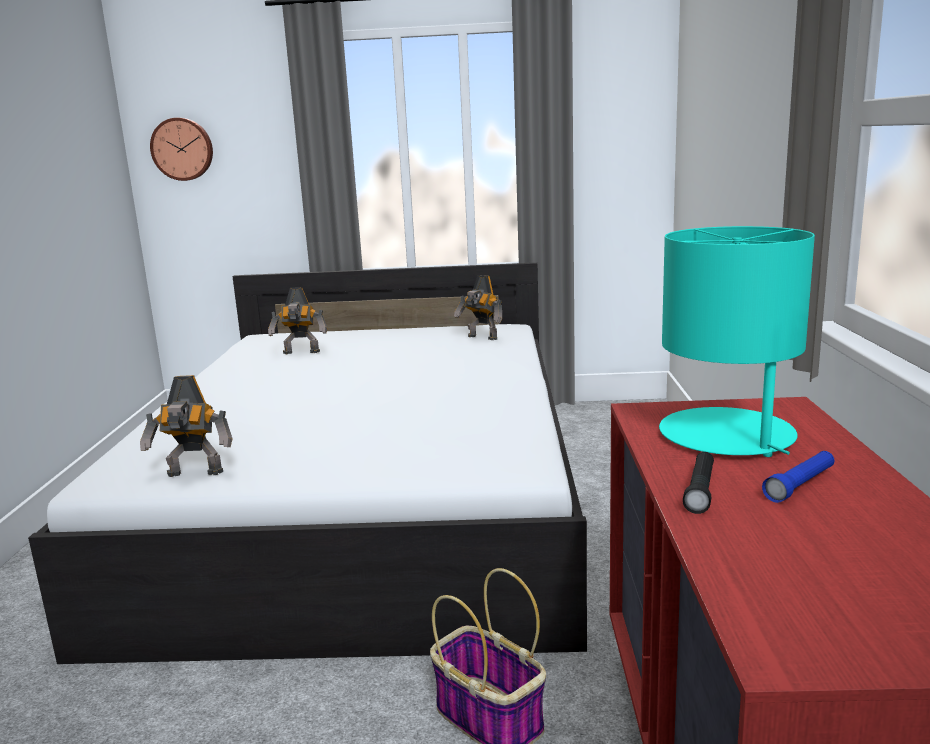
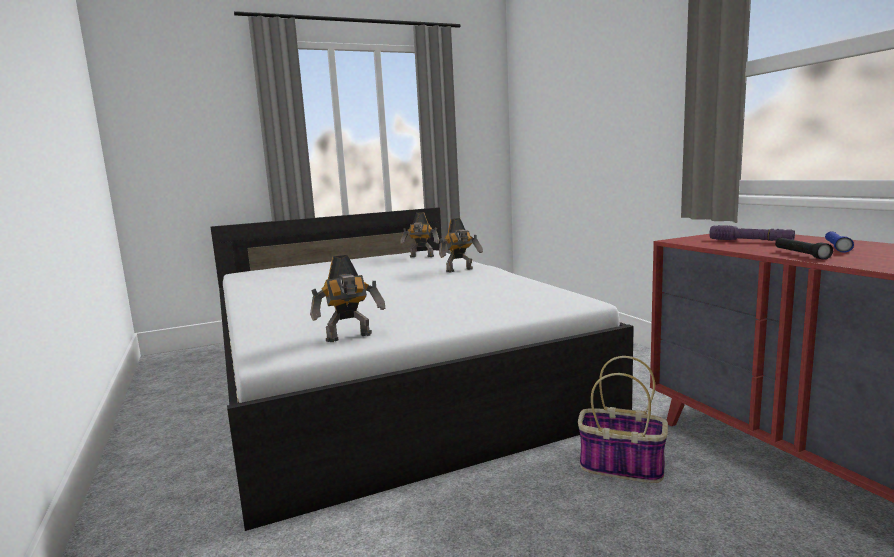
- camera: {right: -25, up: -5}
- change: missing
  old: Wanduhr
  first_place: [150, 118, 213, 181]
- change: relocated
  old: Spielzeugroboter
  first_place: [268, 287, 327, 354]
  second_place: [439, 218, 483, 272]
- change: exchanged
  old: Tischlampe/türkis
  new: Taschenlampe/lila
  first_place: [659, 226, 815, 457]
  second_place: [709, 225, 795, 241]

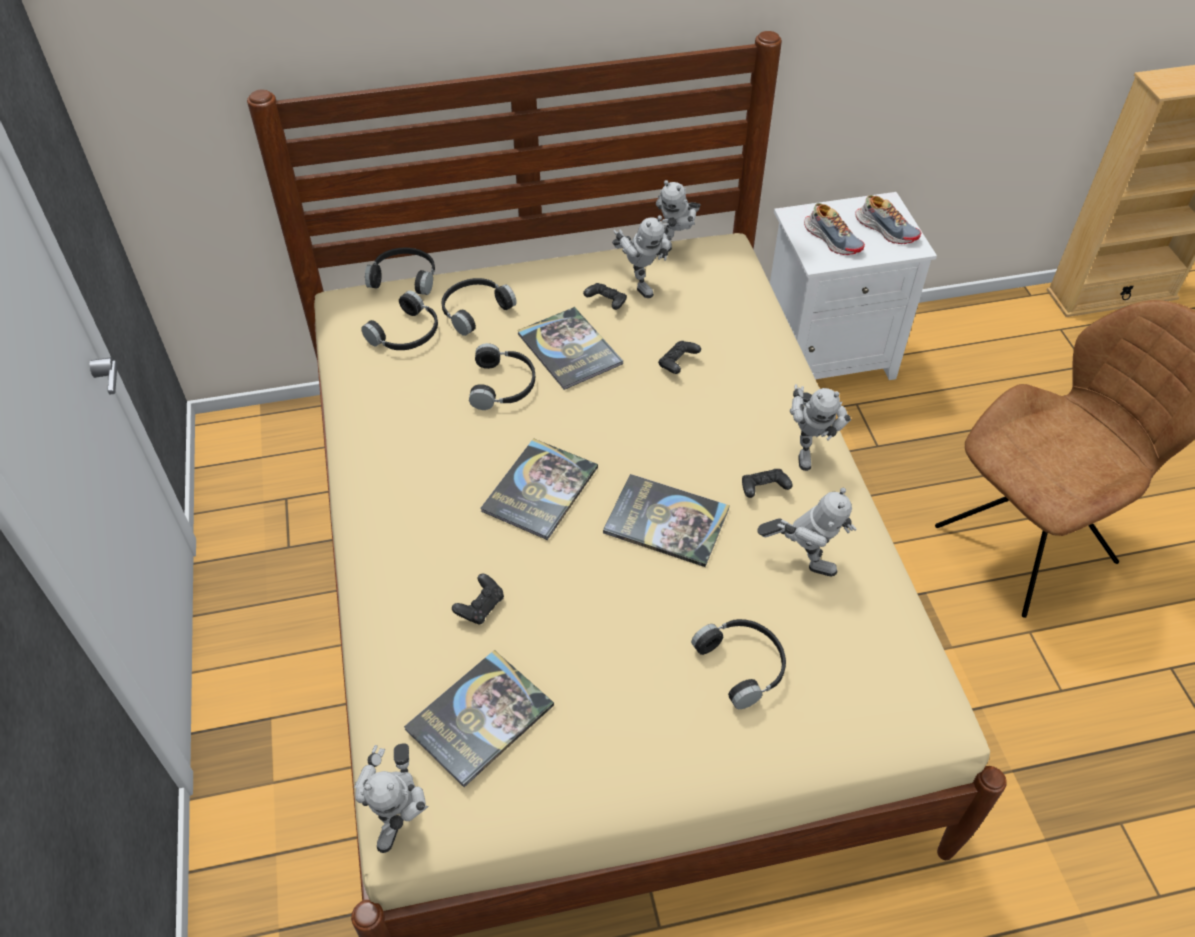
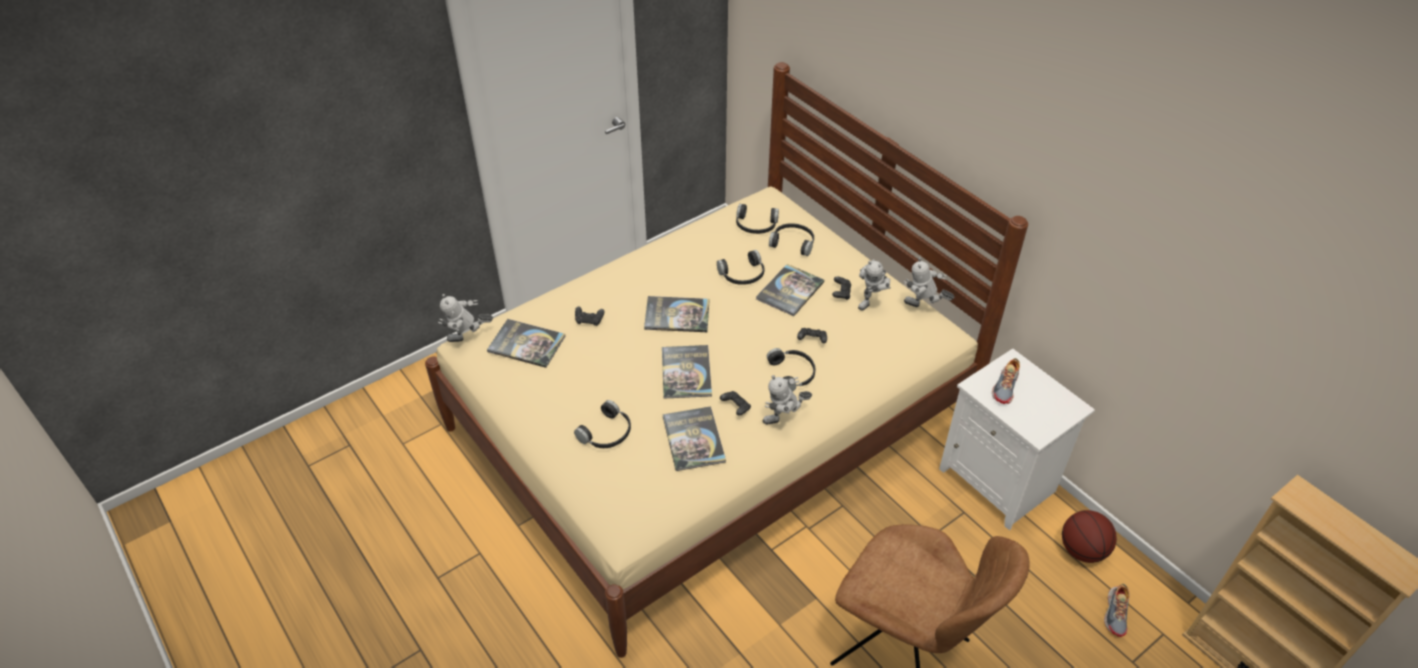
- camera: {right: 65, up: -5}
- change: appeared
  new: Basketball
  second_place: [1062, 510, 1117, 563]
- change: relocated
  old: Kopfhörer/schwarz
  first_place: [365, 248, 435, 295]
  second_place: [767, 348, 815, 392]
- change: relocated
  old: Schuh
  first_place: [855, 195, 921, 244]
  second_place: [1104, 584, 1130, 637]
- change: exchanged
  old: Spielzeugroboter
  new: Buch
  first_place: [757, 488, 857, 576]
  second_place: [663, 406, 726, 471]

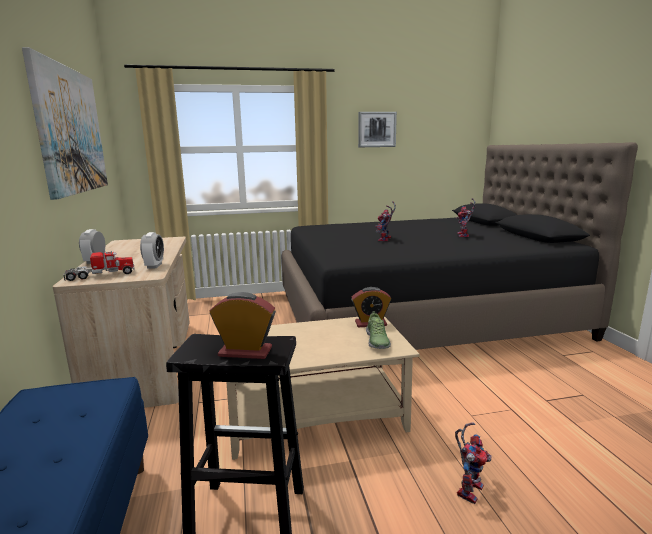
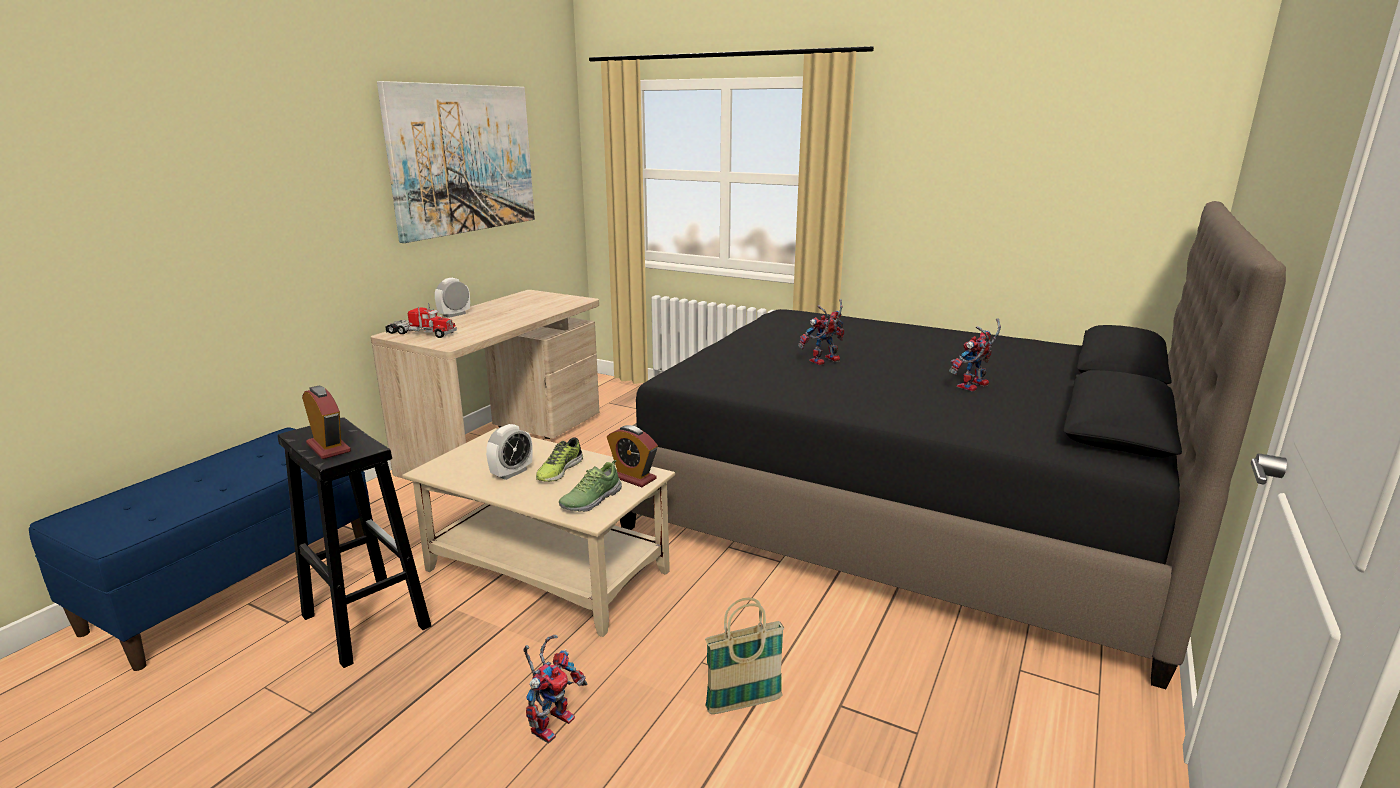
- camera: {right: 40, up: 5}
- change: missing
  old: Bild
  first_place: [358, 112, 397, 147]
- change: appeared
  new: Schuh
  second_place: [536, 438, 583, 482]
- change: appeared
  new: Korb
  second_place: [705, 598, 784, 714]
- change: relocated
  old: Wecker
  first_place: [140, 232, 164, 269]
  second_place: [486, 424, 533, 480]
- change: spun
  old: Spielzeugroboter
  first_place: [455, 422, 491, 504]
  second_place: [523, 635, 587, 743]
  degrees: -45

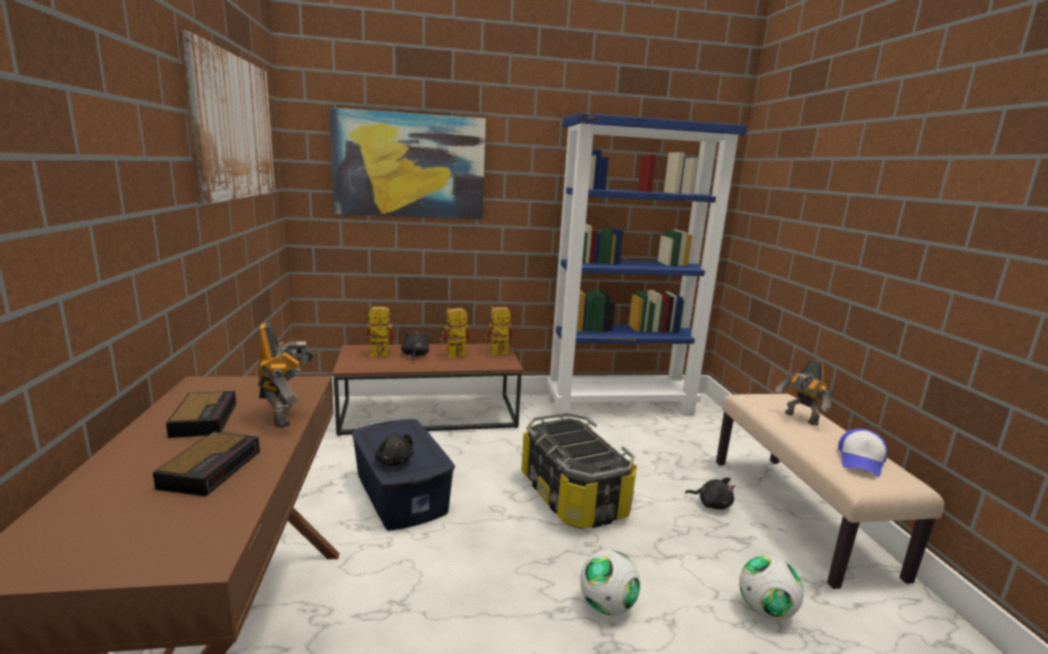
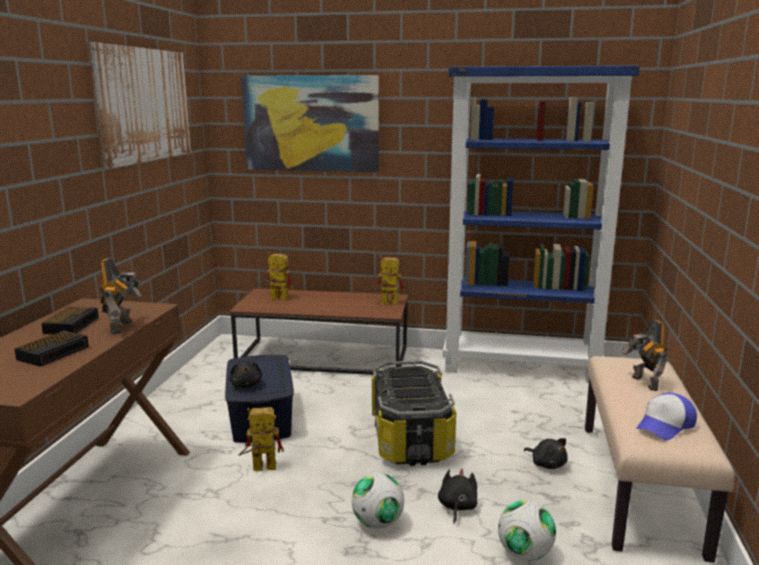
- camera: {right: 20, up: 0}
- change: relocated
  old: Plüschtier/schwarz
  first_place: [401, 330, 429, 361]
  second_place: [438, 469, 477, 524]
- change: relocated
  old: Spielzeugroboter
  first_place: [440, 307, 470, 358]
  second_place: [238, 407, 284, 471]

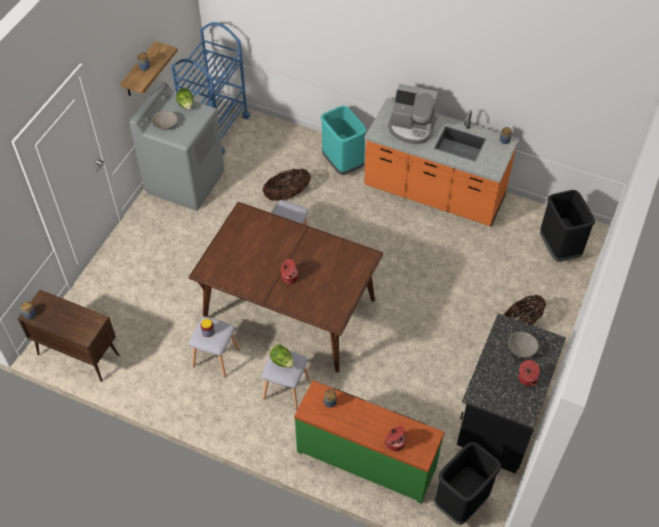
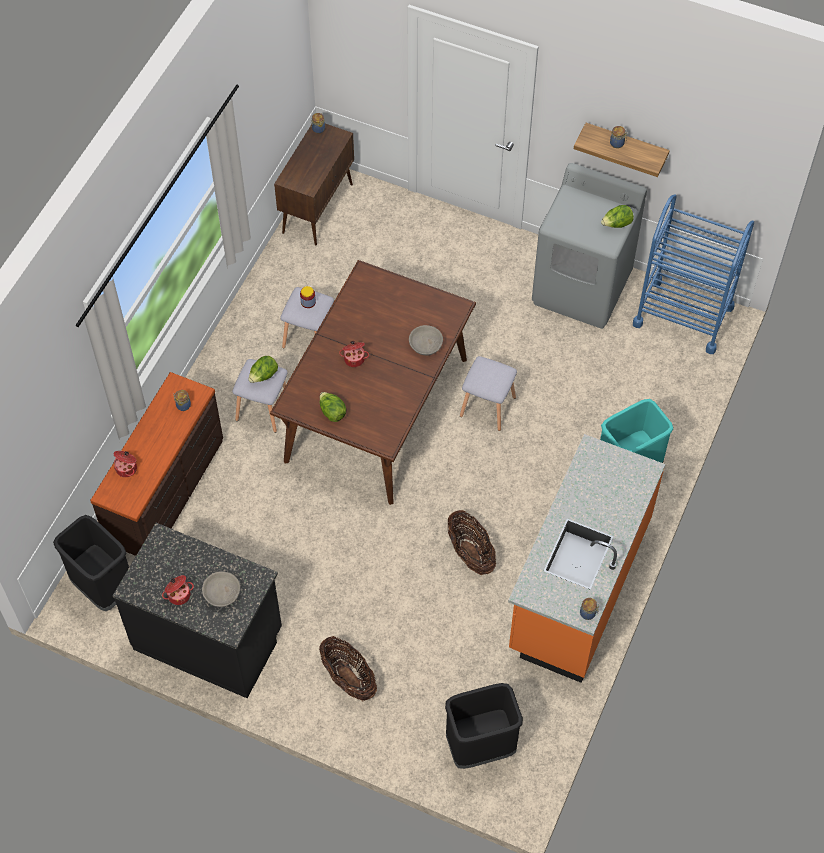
- camera: {right: 90, up: 5}
- change: missing
  old: Kaffeemaschine
  first_place: [388, 84, 438, 144]
- change: appeared
  new: Salatkopf
  second_place: [320, 392, 346, 422]
- change: relocated
  old: Schüssel/grau
  first_place: [152, 111, 178, 130]
  second_place: [409, 325, 443, 355]
- change: relocated
  old: Korb
  first_place: [263, 169, 311, 201]
  second_place: [448, 510, 496, 575]
- change: colour
  old: Kommode/grün
  new: Kommode/braun
  first_place: [294, 380, 445, 504]
  second_place: [90, 372, 223, 556]

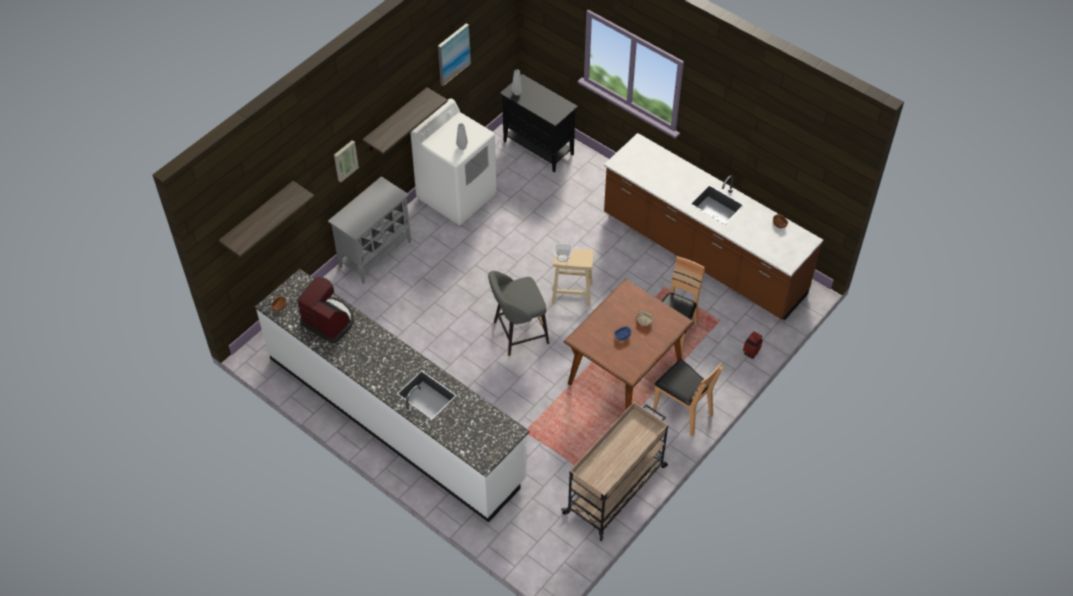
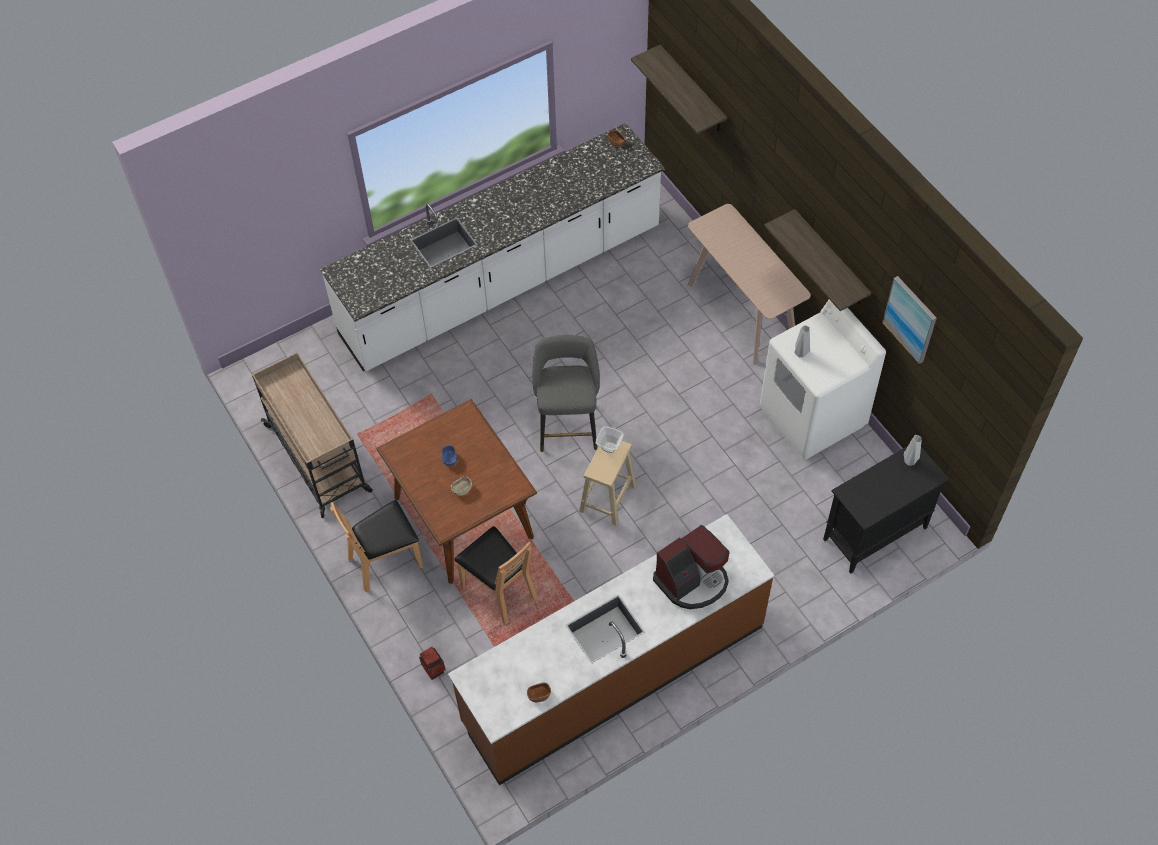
- camera: {right: 110, up: 5}
- change: missing
  old: Bild
  first_place: [334, 140, 359, 182]
- change: relocated
  old: Kaffeemaschine
  first_place: [297, 277, 354, 344]
  second_place: [653, 525, 729, 609]
- change: exchanged
  old: Schrank/grau
  new: Konsolentisch/beige
  first_place: [328, 176, 411, 284]
  second_place: [688, 204, 811, 365]

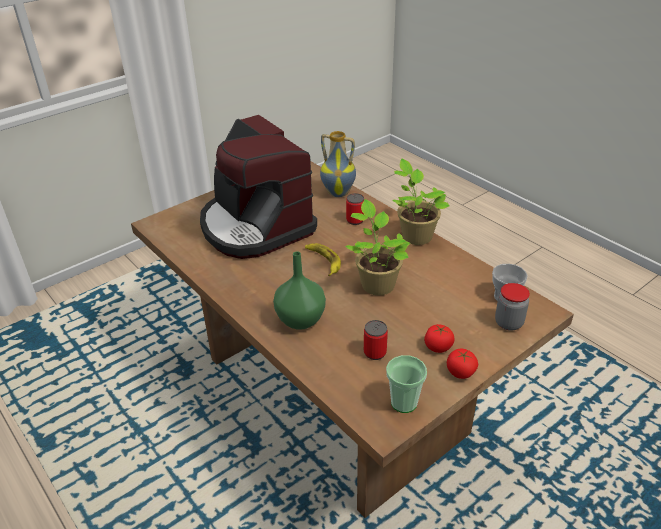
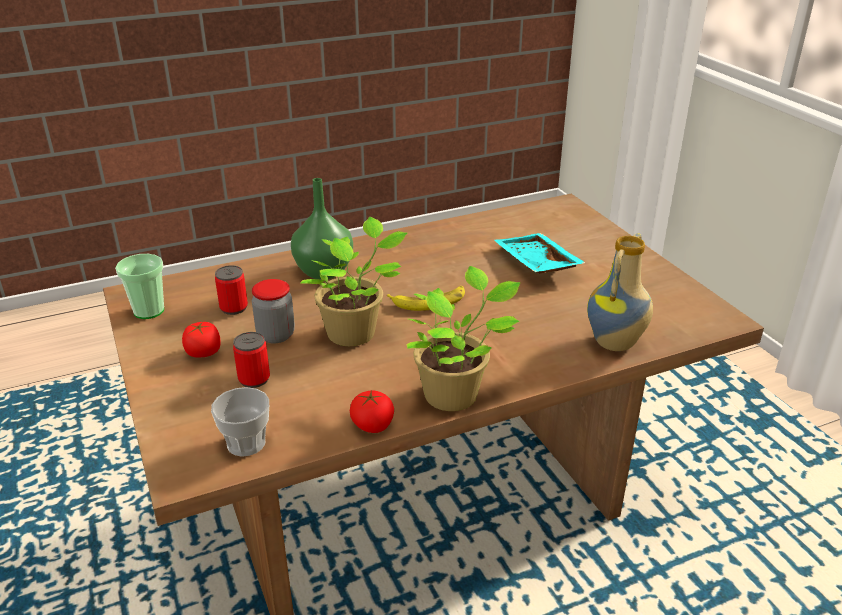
- camera: {right: 105, up: -5}
- change: relocated
  old: Dose
  first_place: [346, 193, 364, 225]
  second_place: [233, 332, 270, 388]
- change: relocated
  old: Tomate
  first_place: [447, 349, 478, 379]
  second_place: [350, 390, 394, 433]
- change: relocated
  old: Vorratsglas
  first_place: [495, 283, 530, 331]
  second_place: [252, 279, 295, 344]
- change: exchanged
  old: Kaffeemaschine
  new: Tablett/türkis
  first_place: [200, 115, 317, 259]
  second_place: [494, 233, 585, 274]

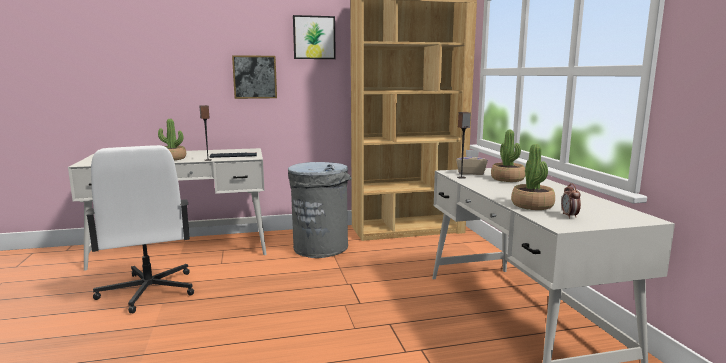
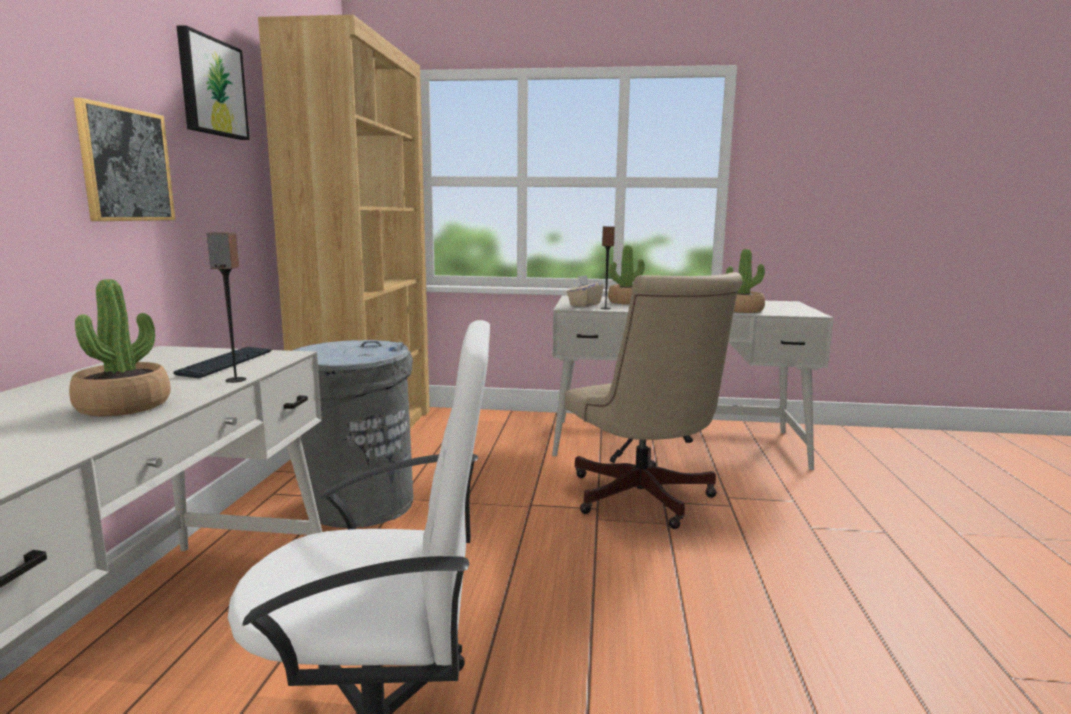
- camera: {right: -70, up: 0}
- change: missing
  old: Wecker
  first_place: [561, 183, 581, 219]
- change: appeared
  new: Bürostuhl/beige
  second_place: [564, 272, 743, 529]

